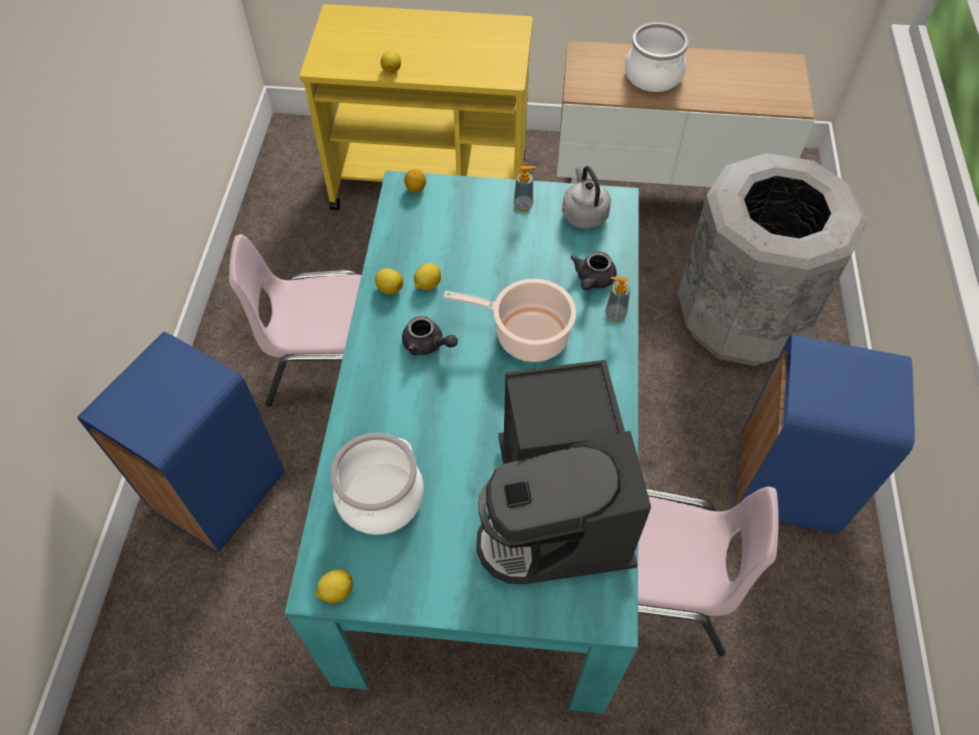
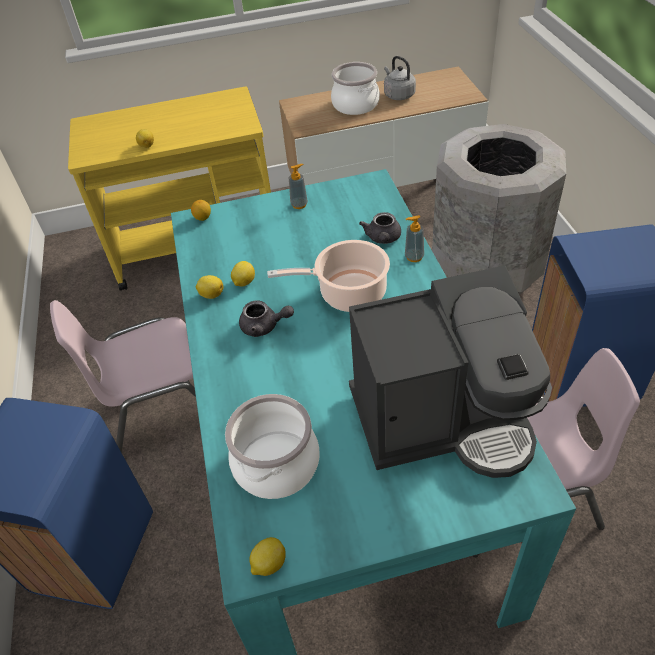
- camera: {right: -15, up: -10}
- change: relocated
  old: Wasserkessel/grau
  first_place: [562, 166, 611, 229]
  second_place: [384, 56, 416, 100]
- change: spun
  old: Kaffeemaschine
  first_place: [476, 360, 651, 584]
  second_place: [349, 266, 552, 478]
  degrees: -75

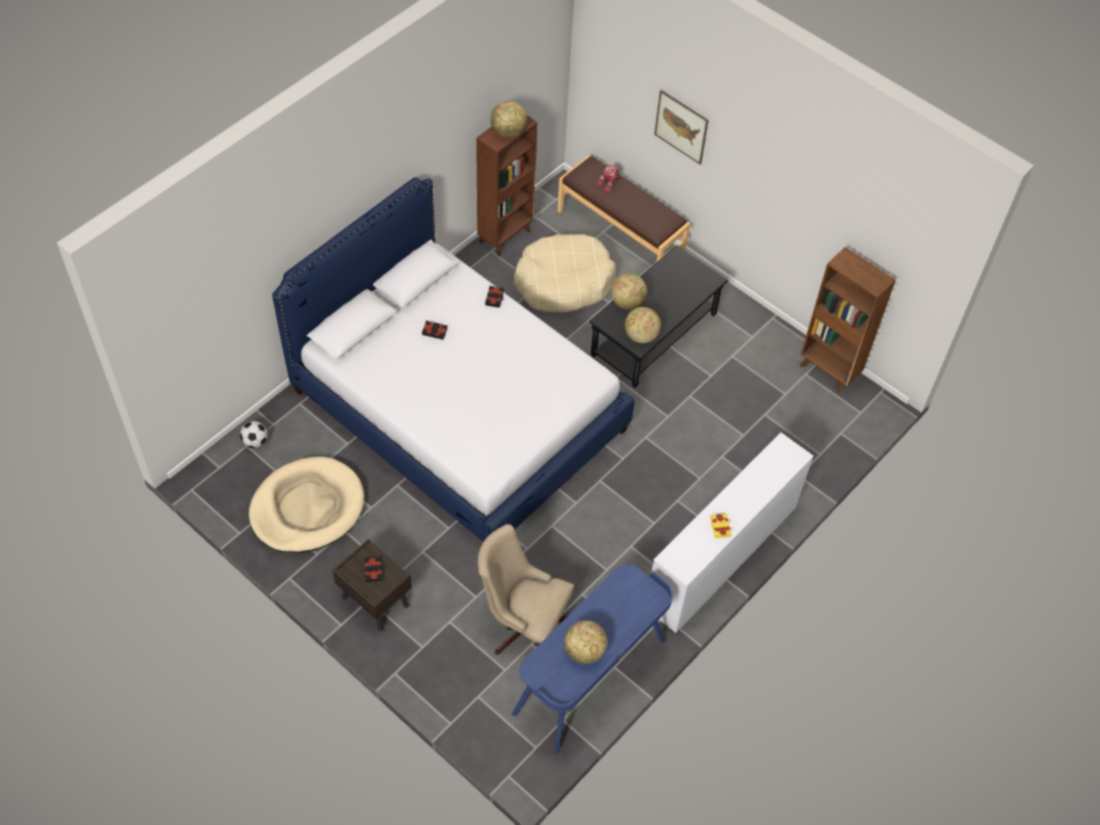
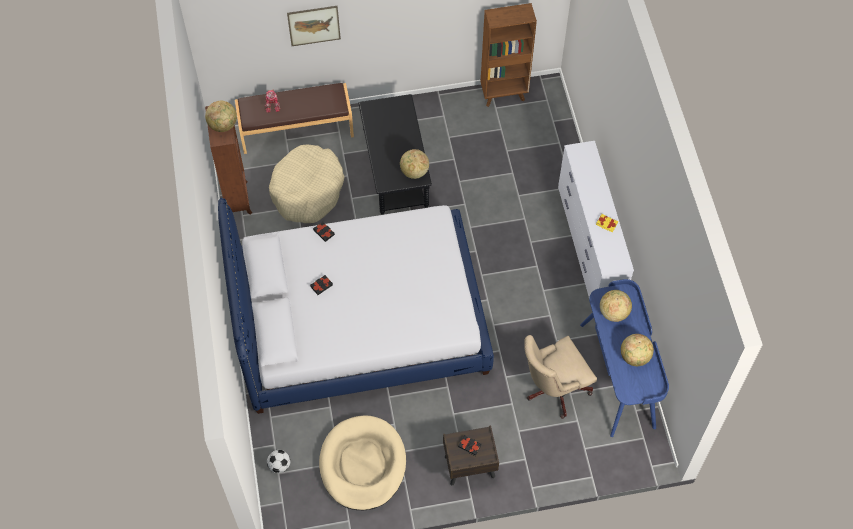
- camera: {right: -50, up: 5}
- change: relocated
  old: Globus
  first_place: [611, 274, 647, 310]
  second_place: [600, 290, 632, 322]

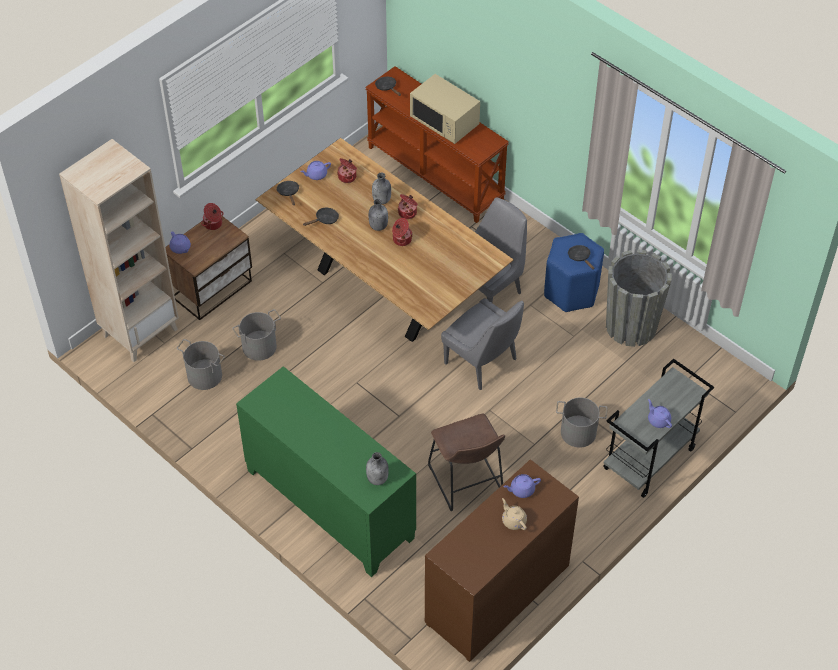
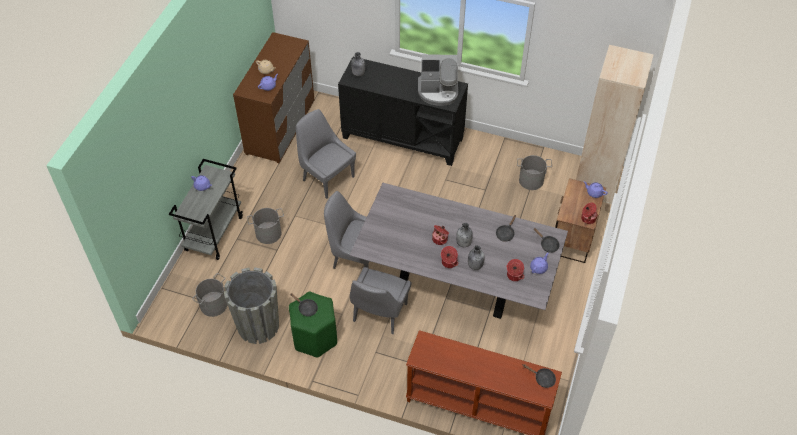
- camera: {right: 155, up: 0}
- change: missing
  old: Mikrowelle/beige
  first_place: [410, 74, 480, 144]
- change: appeared
  new: Kaffeemaschine
  second_place: [418, 54, 458, 106]
- change: relocated
  old: Eimer/grau
  first_place: [232, 309, 281, 361]
  second_place: [192, 273, 227, 317]
- change: exchanged
  old: Hocker/braun
  new: Stuhl/grau
  first_place: [428, 414, 505, 511]
  second_place: [296, 109, 356, 199]
- change: colour
  old: Schrank/grün
  new: Schrank/schwarz
  first_place: [236, 366, 416, 577]
  second_place: [338, 57, 468, 166]
- change: colour
  old: Esstisch/braun
  new: Esstisch/grau
  first_place: [255, 138, 514, 342]
  second_place: [349, 183, 568, 319]
- change: colour
  old: Hocker/blau
  new: Hocker/grün
  first_place: [544, 233, 604, 312]
  second_place: [289, 292, 337, 358]

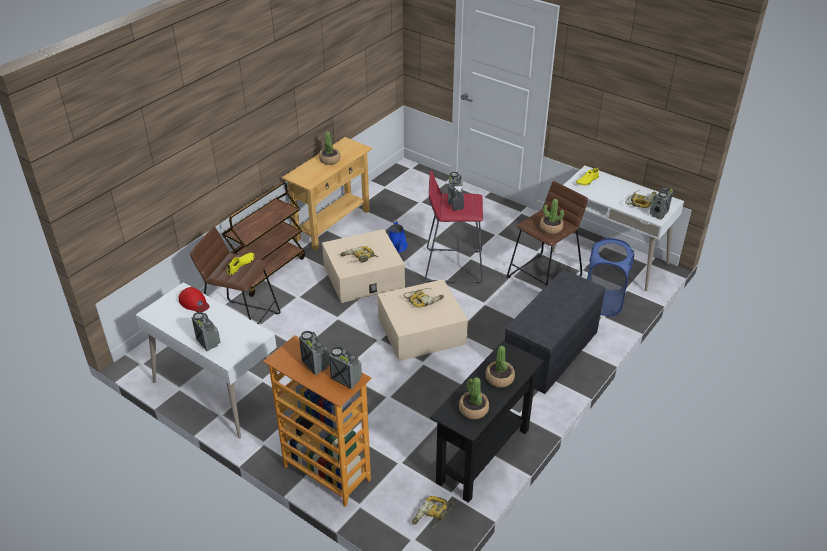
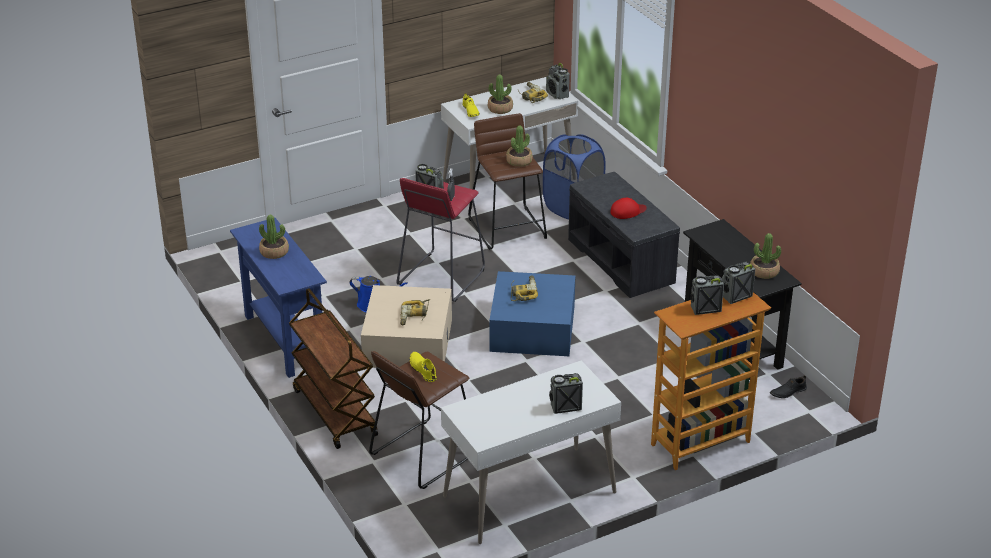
- camera: {right: -65, up: -5}
- change: relocated
  old: Kappe/rot
  first_place: [179, 287, 210, 312]
  second_place: [611, 198, 646, 219]
- change: relocated
  old: Topfpflanze
  first_place: [486, 346, 515, 388]
  second_place: [488, 74, 513, 114]
- change: exchanged
  old: Bohrmaschine
  new: Schuh/schwarz
  first_place: [412, 496, 456, 527]
  second_place: [770, 375, 807, 398]
- change: colour
  old: Konsolentisch/beige
  new: Konsolentisch/blau
  first_place: [282, 137, 372, 250]
  second_place: [230, 218, 327, 378]
- change: colour
  old: Aufbewahrungsbox/beige
  new: Aufbewahrungsbox/blau
  first_place: [377, 279, 468, 361]
  second_place: [489, 271, 575, 356]

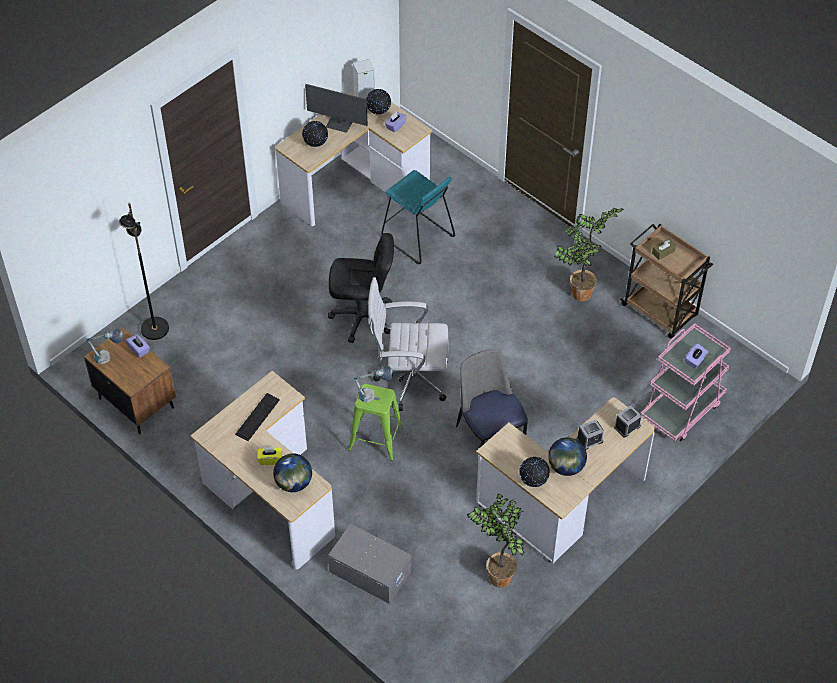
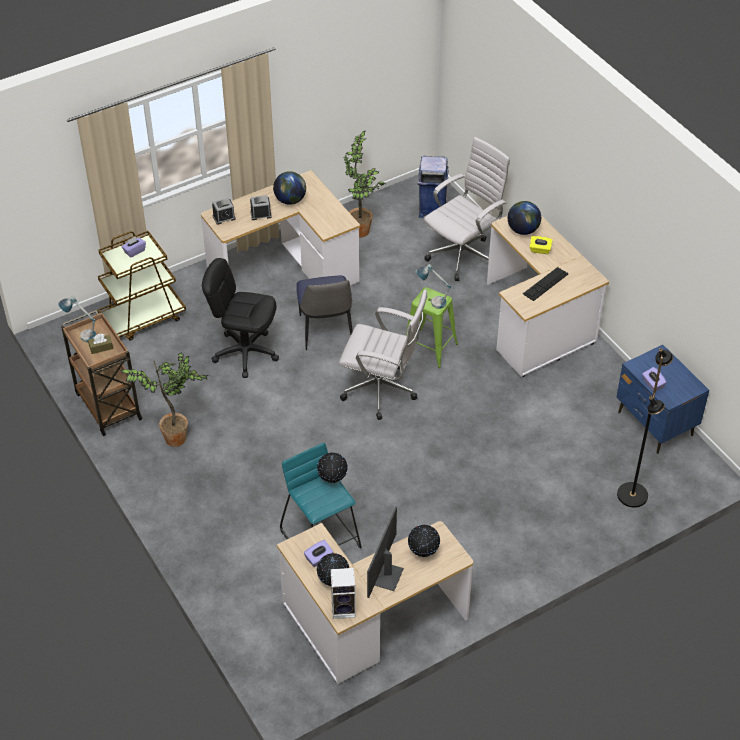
- camera: {right: -165, up: -5}
- change: appeared
  new: Mülleimer/blau
  second_place: [418, 156, 449, 218]
- change: relocated
  old: Tischlampe
  first_place: [86, 329, 123, 364]
  second_place: [58, 296, 96, 342]
- change: relocated
  old: Bürostuhl/schwarz
  first_place: [328, 233, 394, 343]
  second_place: [202, 258, 279, 378]
- change: relocated
  old: Globus
  first_place: [519, 457, 550, 487]
  second_place: [317, 452, 348, 483]
- change: exchanged
  old: Aufbewahrungsbox/grau
  new: Bürostuhl/weiß
  first_place: [328, 524, 411, 603]
  second_place: [424, 137, 510, 281]
- change: colour
  old: Nachttisch/braun
  new: Nachttisch/blau
  first_place: [84, 328, 176, 435]
  second_place: [616, 345, 709, 454]
- change: colour
  old: Rollwagen/rosa
  new: Rollwagen/braun
  first_place: [641, 323, 731, 441]
  second_place: [97, 231, 186, 341]
- change: spun
  old: Monitor
  first_place: [305, 84, 368, 133]
  second_place: [367, 507, 404, 598]
  degrees: -105

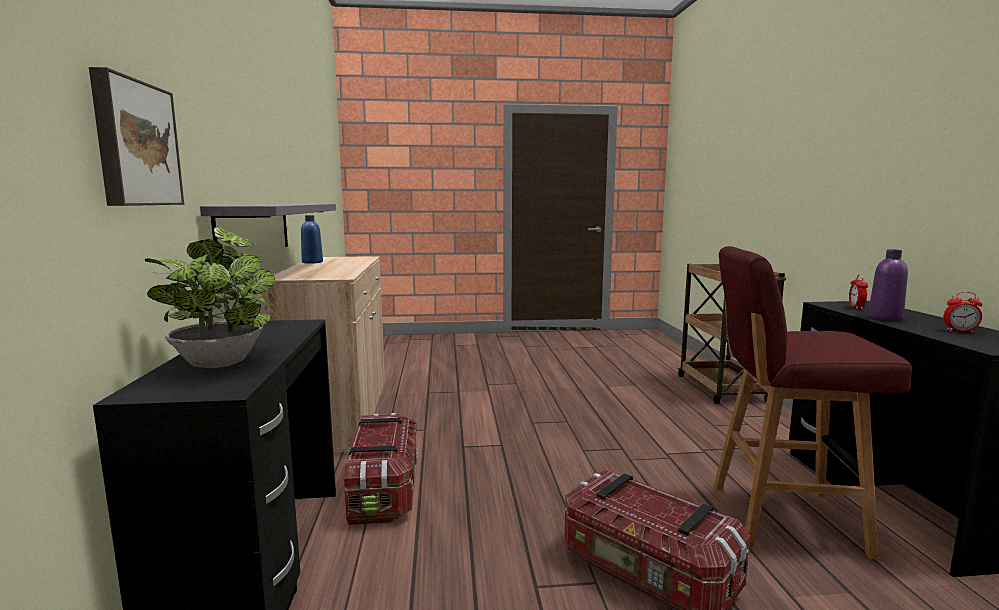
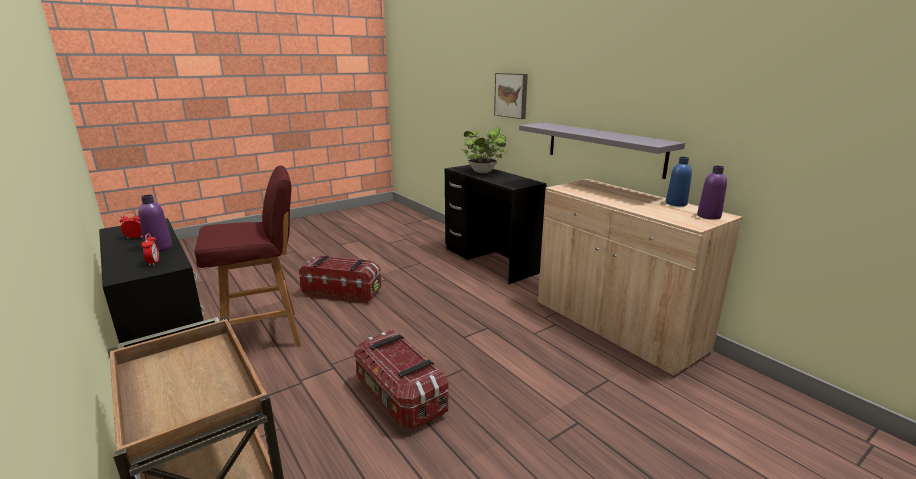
- camera: {right: 150, up: 10}
- change: appeared
  new: Flasche/lila
  second_place: [697, 166, 727, 220]
- change: relocated
  old: Aufbewahrungsbox
  first_place: [344, 413, 417, 525]
  second_place: [354, 330, 448, 429]

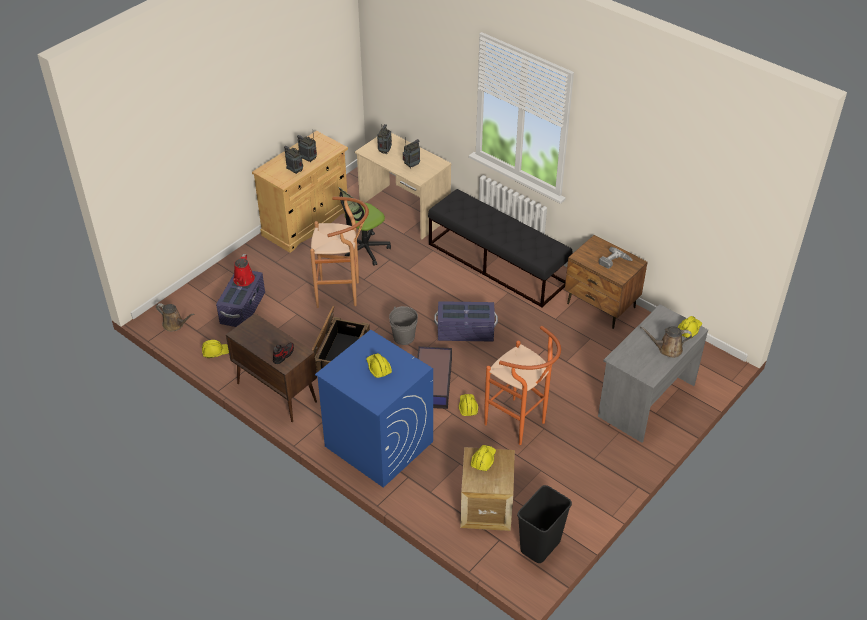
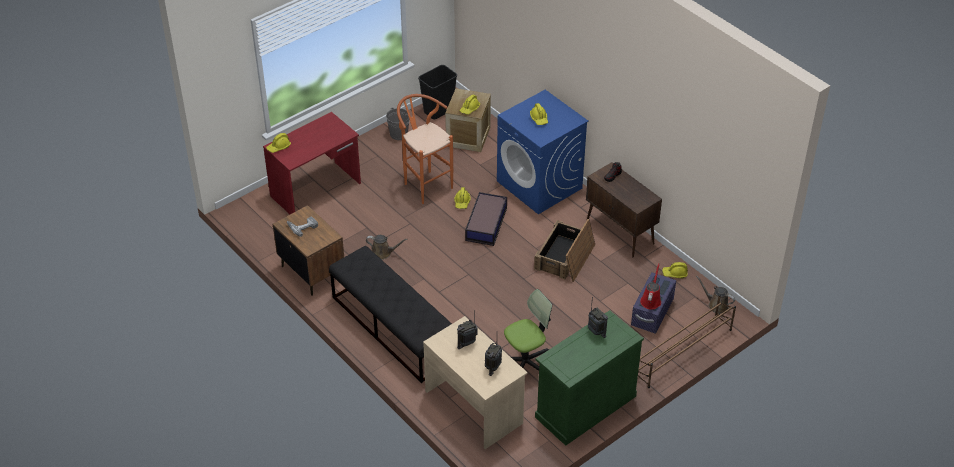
- camera: {right: -170, up: 0}
- change: missing
  old: Radio
  first_place: [297, 134, 317, 162]
- change: missing
  old: Hocker/braun
  first_place: [310, 197, 369, 308]
- change: missing
  old: Aufbewahrungsbox/lila
  first_place: [434, 301, 498, 341]
- change: appeared
  new: Schuhregal/braun
  second_place: [638, 294, 736, 388]
- change: relocated
  old: Eimer/grau
  first_place: [389, 306, 418, 345]
  second_place: [386, 108, 410, 140]
- change: relocated
  old: Gießkanne/braun
  first_place: [640, 326, 692, 358]
  second_place: [366, 235, 408, 260]
- change: colour
  old: Schrank/beige
  new: Schrank/grün
  first_place: [252, 131, 348, 253]
  second_place: [535, 310, 644, 446]
- change: colour
  old: Schreibtisch/grau
  new: Schreibtisch/rot
  first_place: [598, 304, 708, 443]
  second_place: [263, 112, 361, 214]

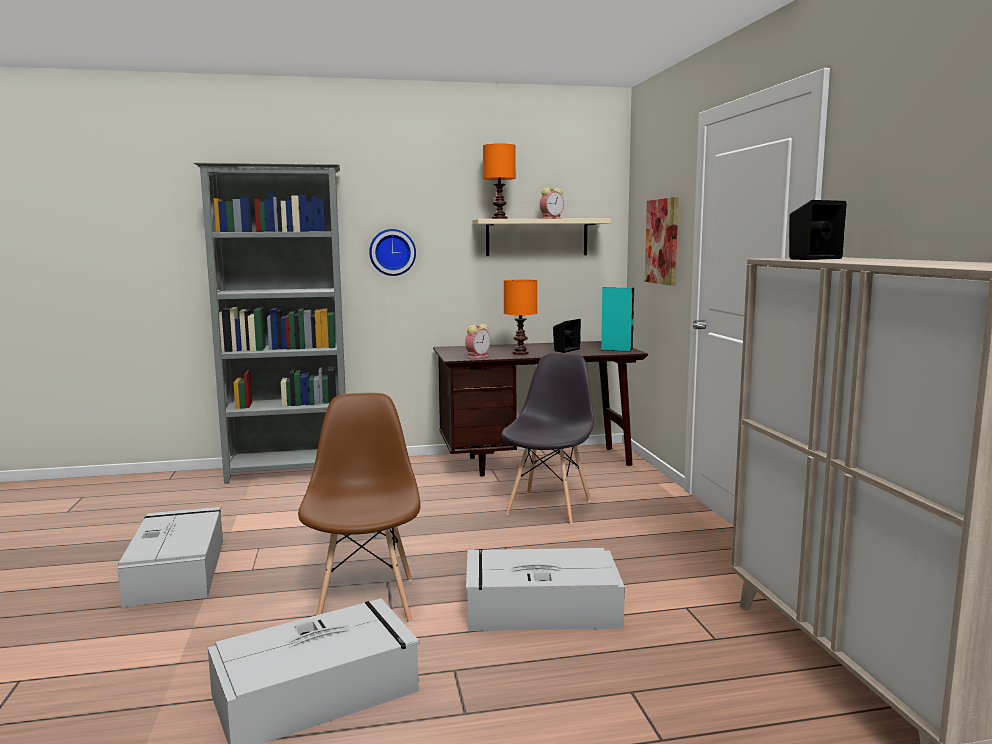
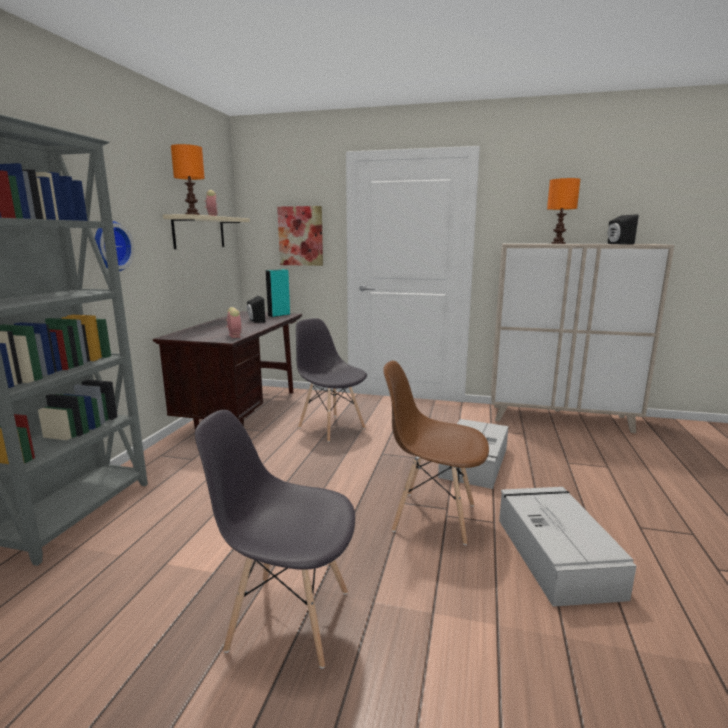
- camera: {right: -65, up: 5}
- change: relocated
  old: Tischlampe/orange
  first_place: [504, 279, 537, 355]
  second_place: [547, 178, 580, 244]
- change: relocated
  old: Lautsprecher/schwarz
  first_place: [789, 200, 847, 260]
  second_place: [608, 214, 639, 244]
- change: exchanged
  old: Aufbewahrungsbox/grau
  new: Stuhl/grau
  first_place: [117, 507, 223, 608]
  second_place: [195, 410, 355, 669]

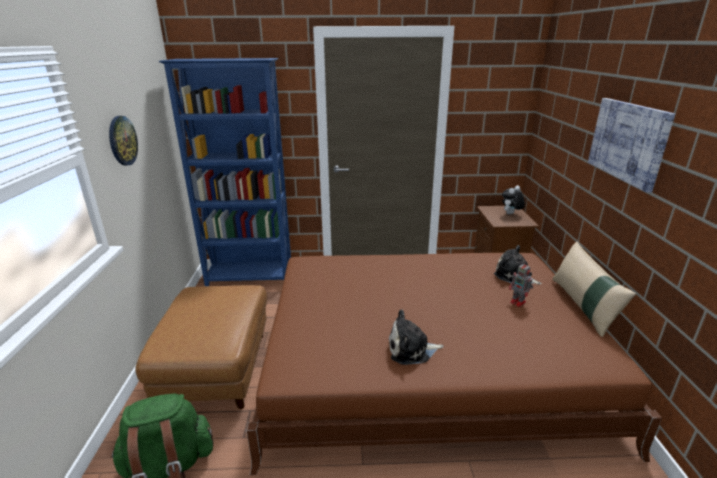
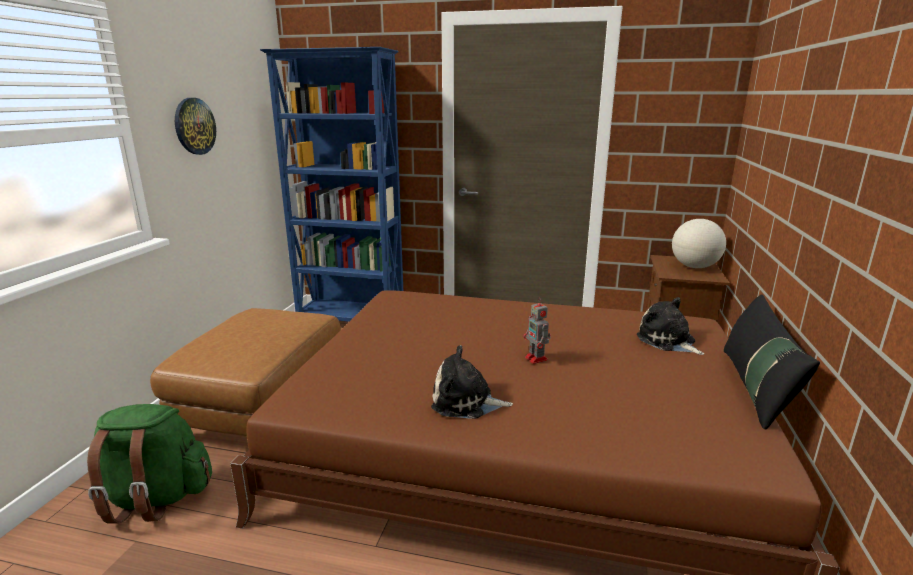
- camera: {right: 15, up: -5}
- change: missing
  old: Bild
  first_place: [588, 98, 675, 193]
- change: relocated
  old: Spielzeugroboter
  first_place: [509, 261, 534, 307]
  second_place: [523, 298, 551, 364]
- change: exchanged
  old: Plüschtier
  new: Globus
  first_place: [502, 186, 525, 215]
  second_place: [672, 219, 726, 268]
- change: colour
  old: Kissen/beige
  new: Kissen/schwarz
  first_place: [552, 241, 636, 337]
  second_place: [724, 294, 820, 430]

